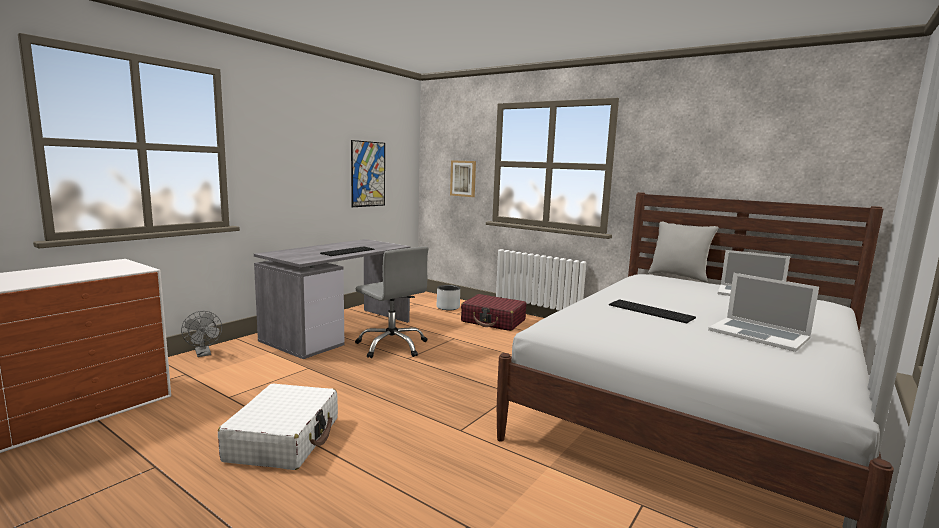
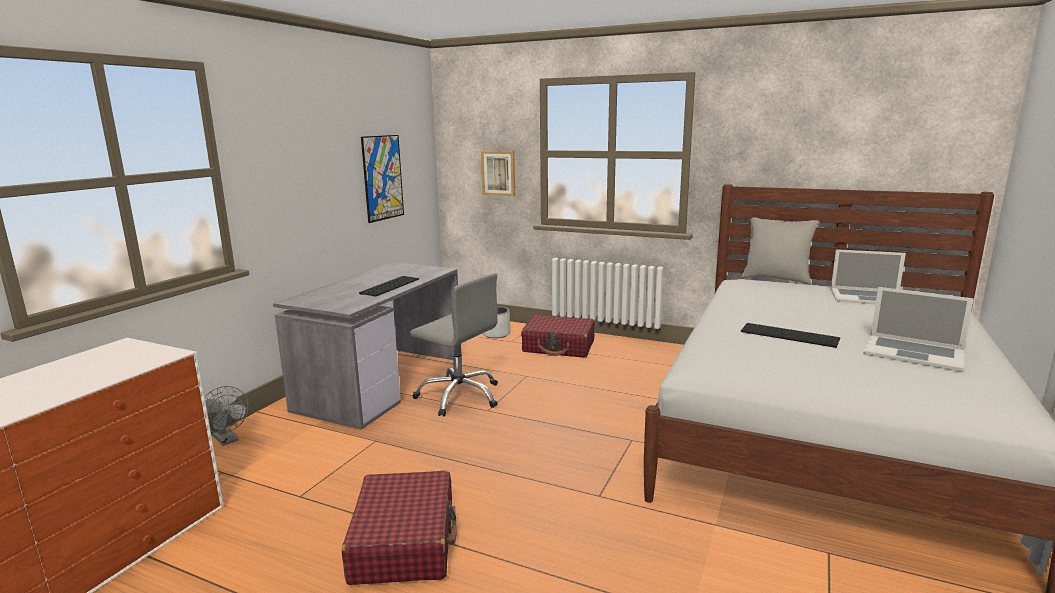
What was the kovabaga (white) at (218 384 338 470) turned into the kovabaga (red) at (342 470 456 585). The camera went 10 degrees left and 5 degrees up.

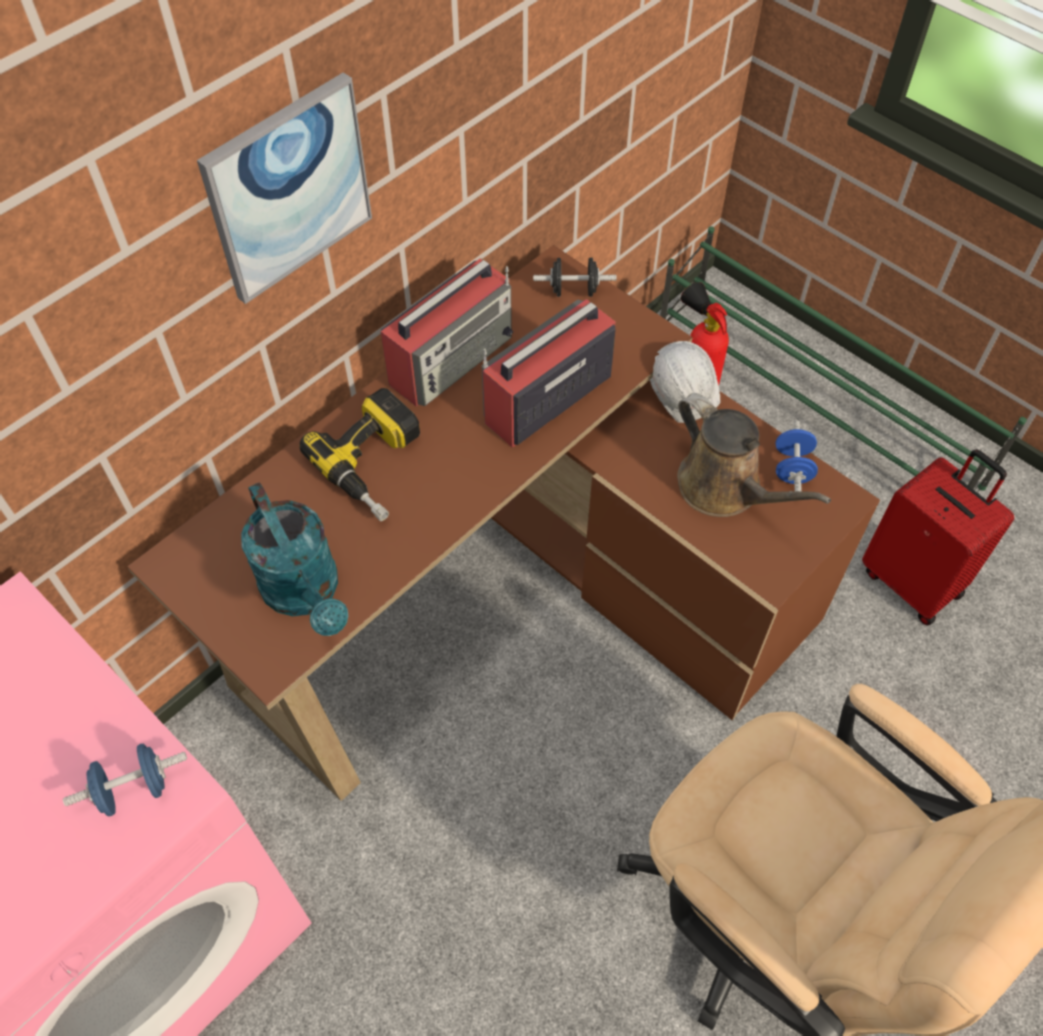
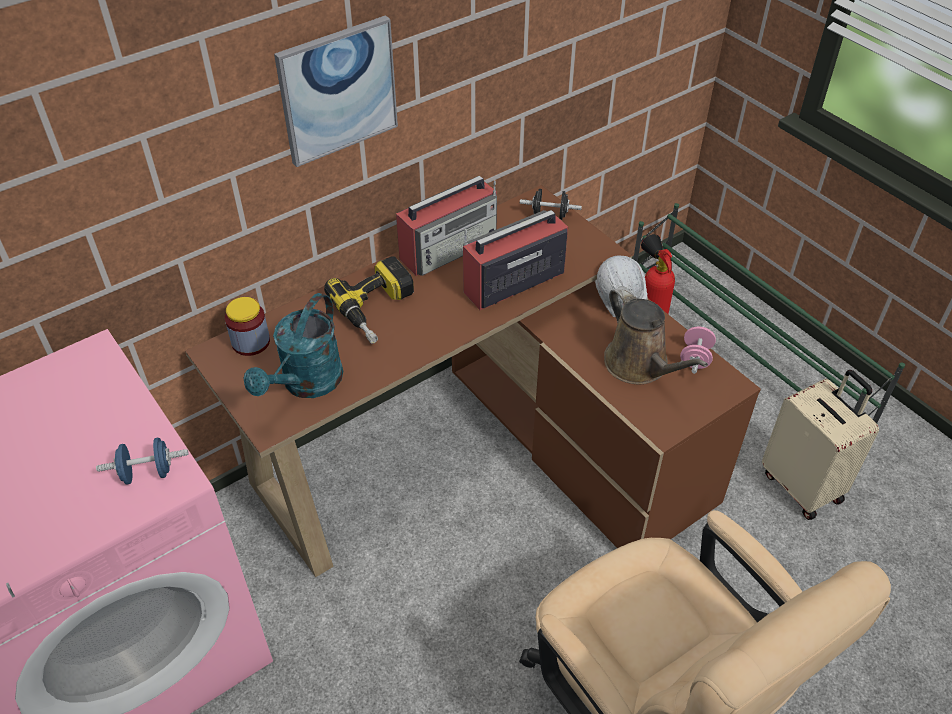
The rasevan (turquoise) at (241 482 348 636) ended up facing another way, 45 degrees clockwise from before. What was the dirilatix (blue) at (775 420 818 492) turned into the dirilatix (pink) at (680 323 716 374). What was the kovabaga (red) at (862 449 1014 626) turned into the kovabaga (beige) at (762 370 879 520). The second view gained the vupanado at (225 297 270 356). The camera went 10 degrees right and 10 degrees down.

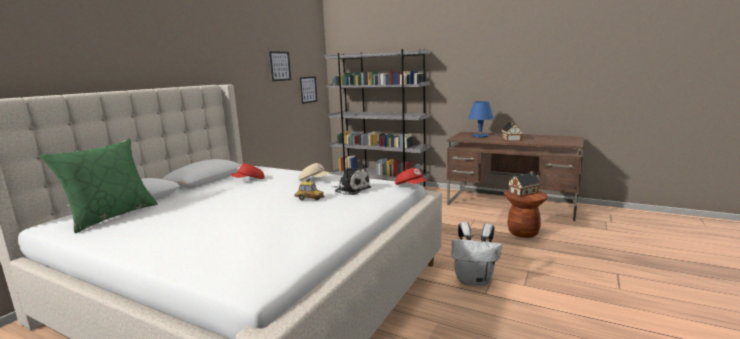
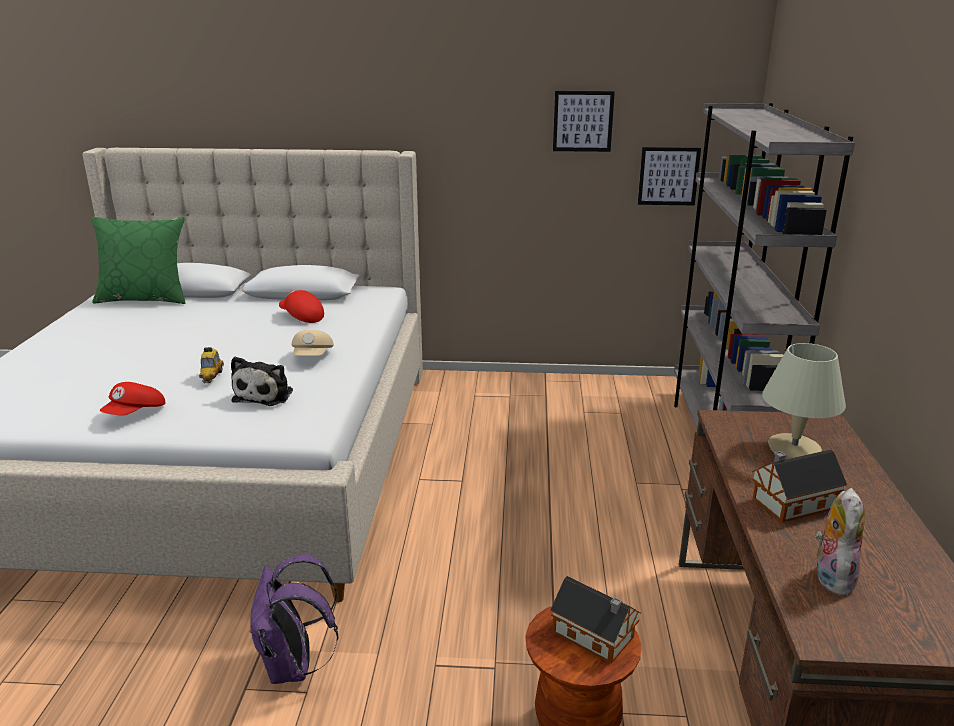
The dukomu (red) ended up elsewhere, having gone from (395 168 427 185) to (100 382 166 415). What was the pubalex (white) at (452 222 502 286) turned into the pubalex (purple) at (250 554 338 684). What was the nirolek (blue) at (468 101 494 138) turned into the nirolek (beige) at (762 343 846 459). The second view gained the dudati at (815 488 865 596). The camera went 65 degrees right and 10 degrees up.

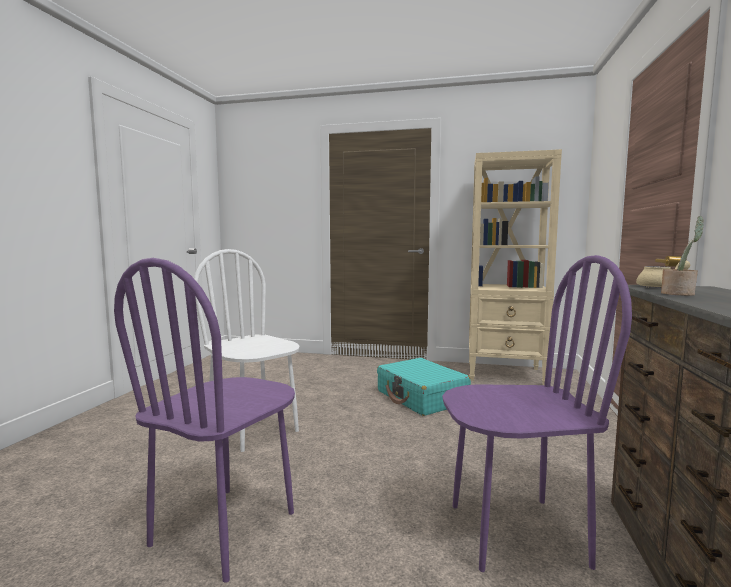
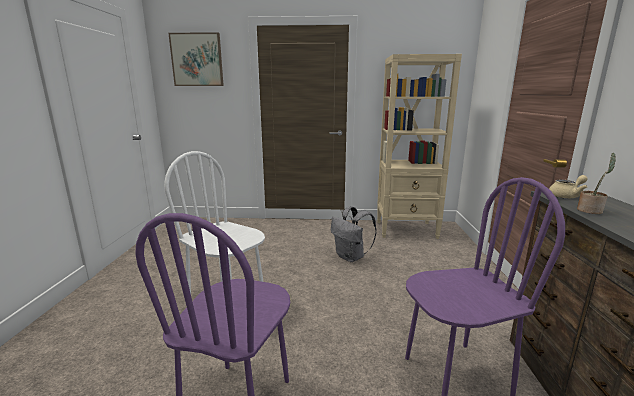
Where the kovabaga (turquoise) stood at (377 358 471 416), the pubalex (grey) came to stand at (331 206 377 262). The second view gained the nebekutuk at (168 32 224 86). The camera went 10 degrees left and 10 degrees up.

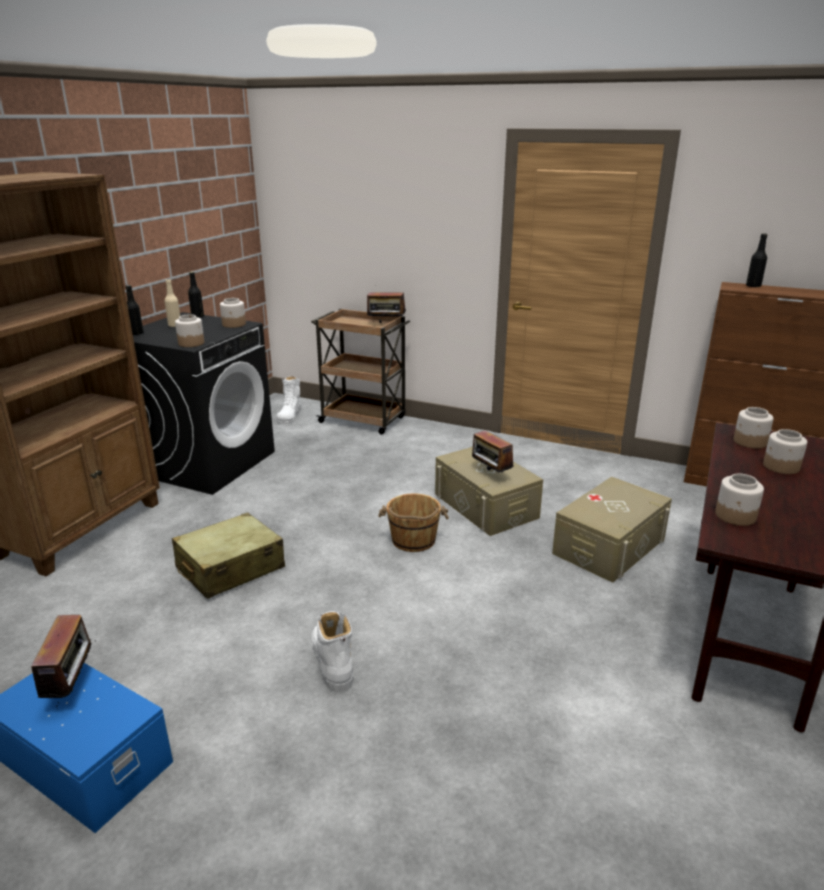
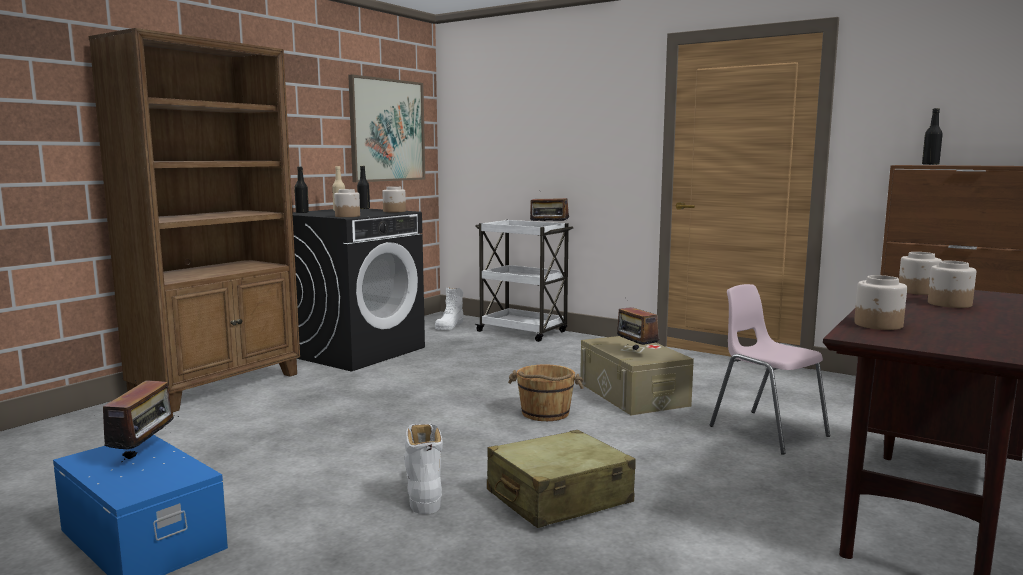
The kovabaga (beige) ended up elsewhere, having gone from (172 512 285 599) to (487 430 636 528). What was the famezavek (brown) at (311 308 410 435) turned into the famezavek (white) at (474 220 573 342). Where the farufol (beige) stood at (552 477 672 583), the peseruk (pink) came to stand at (710 284 830 455). The second view gained the nebekutuk at (348 74 425 182). The camera went 10 degrees right and 15 degrees down.

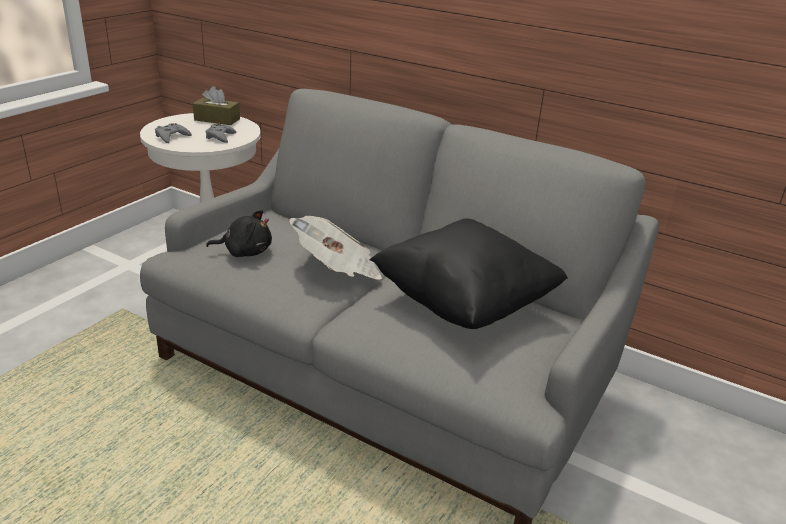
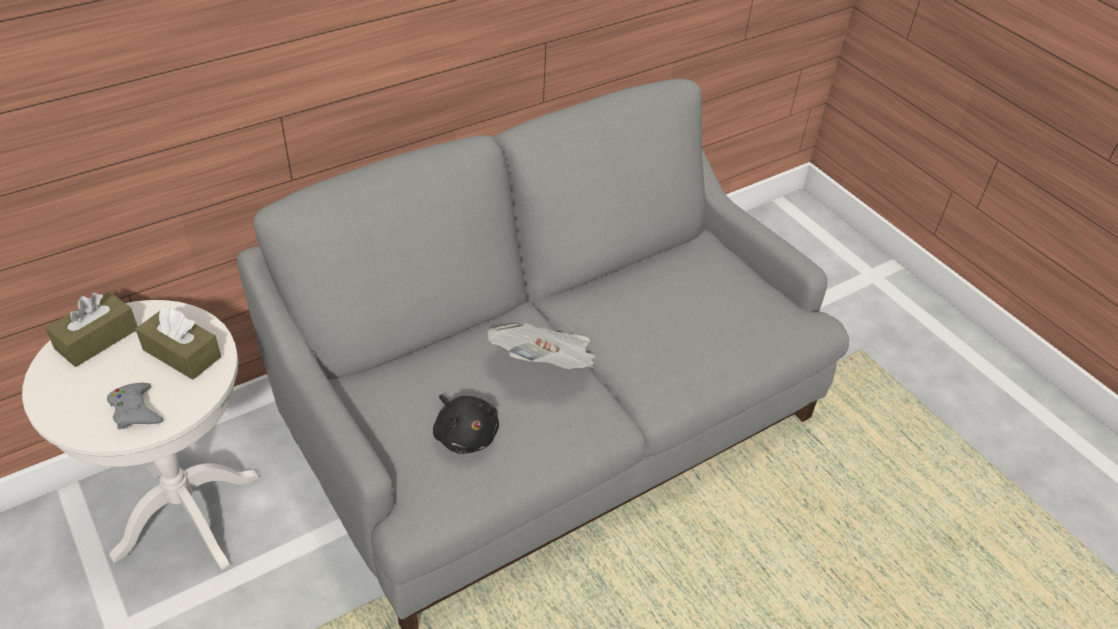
Where the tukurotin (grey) stood at (206 123 237 143), the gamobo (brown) came to stand at (136 307 221 380). The dudati (black) at (206 210 272 257) ended up facing another way, 120 degrees clockwise from before. The second view lost the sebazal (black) at (370 218 568 329). The camera went 65 degrees left and 15 degrees up.

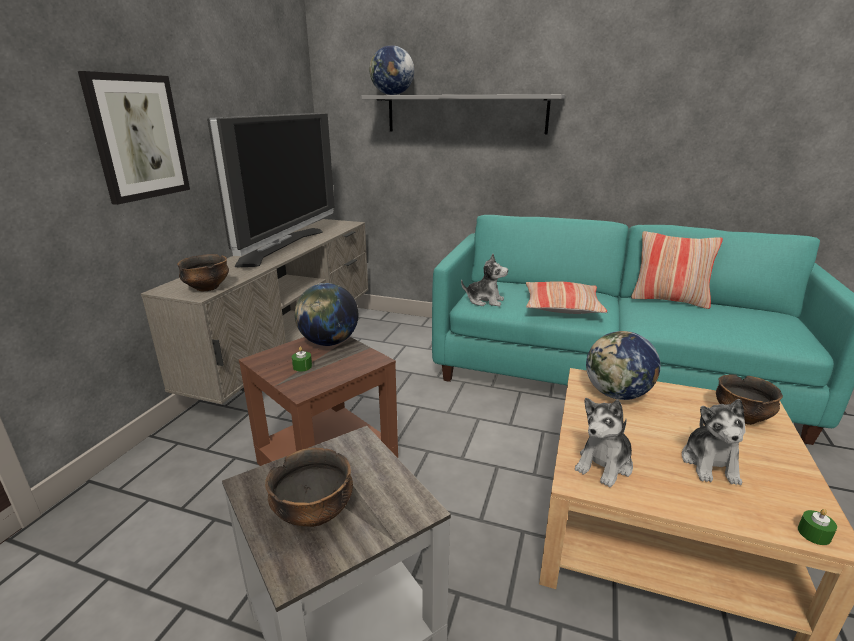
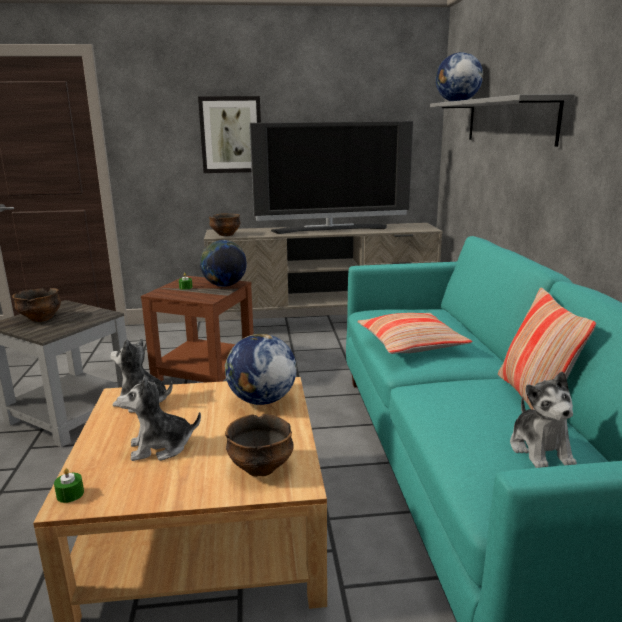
The dudati ended up elsewhere, having gone from (461 254 508 307) to (510 371 577 468). The camera went 65 degrees right and 5 degrees down.

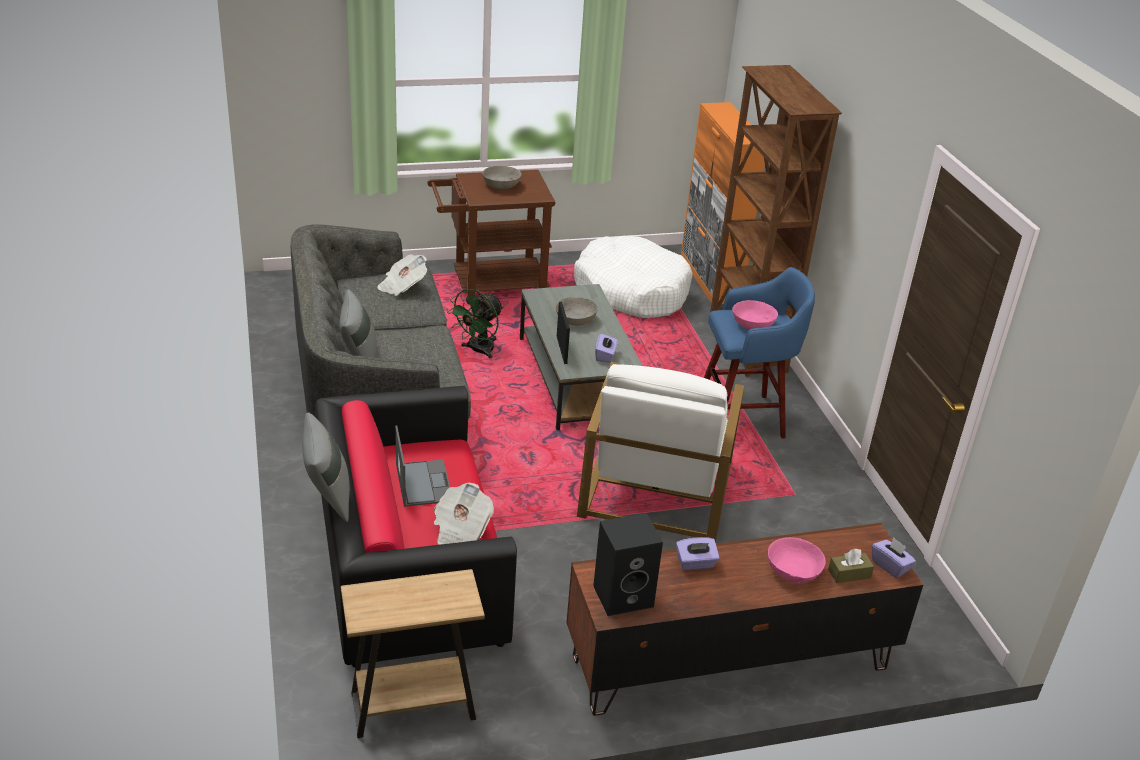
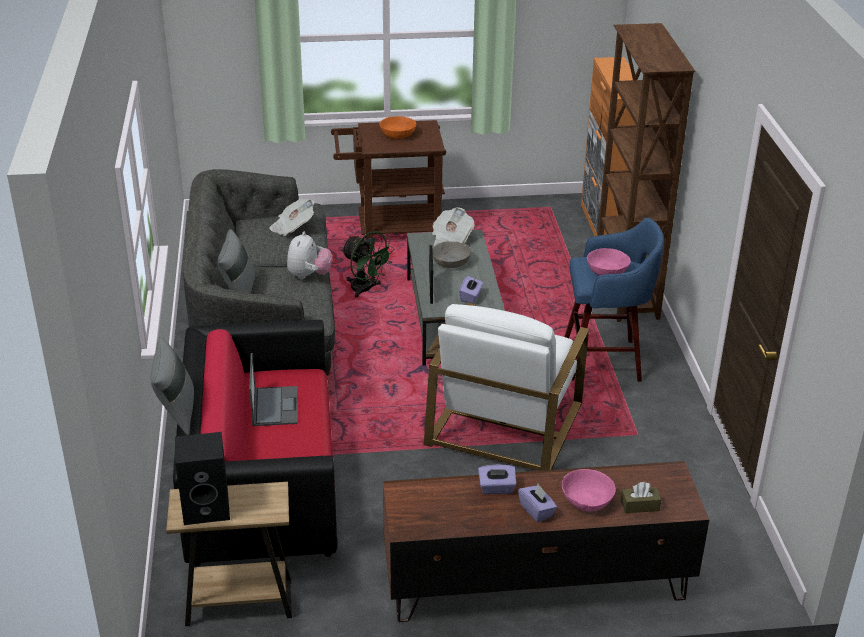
The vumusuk ended up elsewhere, having gone from (434 483 494 545) to (432 207 474 246). The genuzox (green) at (447 289 503 359) ended up facing another way, 90 degrees counterclockwise from before. What was the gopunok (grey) at (482 166 522 190) turned into the gopunok (orange) at (379 116 416 139). The second view lost the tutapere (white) at (574 236 693 318). The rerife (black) ended up elsewhere, having gone from (593 513 663 616) to (175 432 230 525). The gamobo (purple) ended up elsewhere, having gone from (872 537 916 578) to (518 484 557 522). The second view gained the dudati at (287 232 333 280). The camera went 10 degrees right and 0 degrees up.

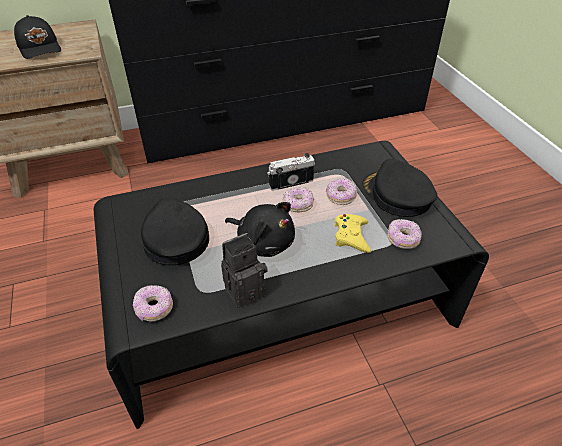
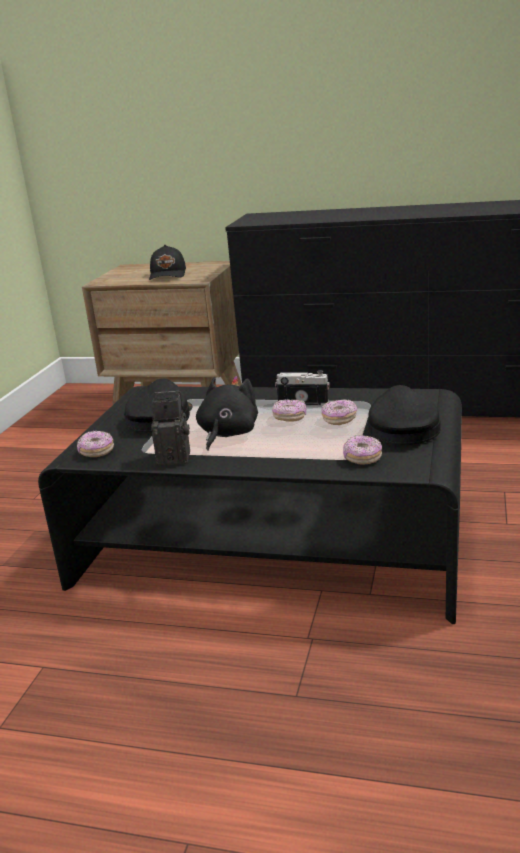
The dudati (black) at (225 202 295 257) ended up facing another way, 135 degrees counterclockwise from before. The second view lost the tukurotin (yellow) at (335 214 371 253). The camera went 35 degrees right and 20 degrees down.

